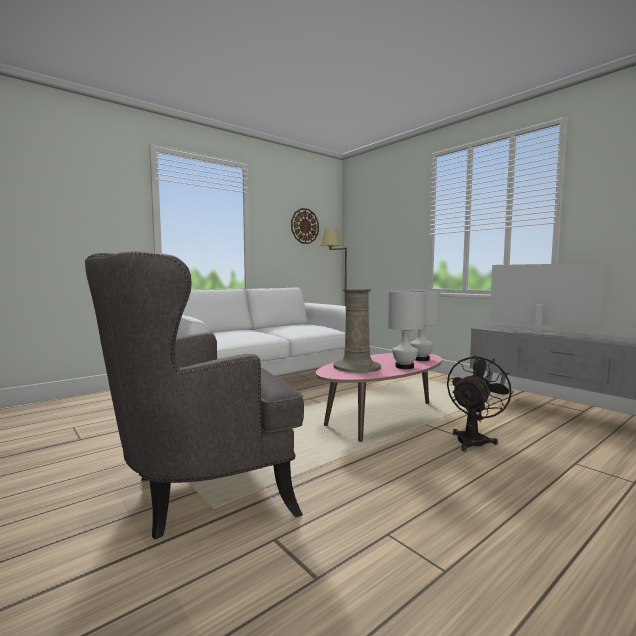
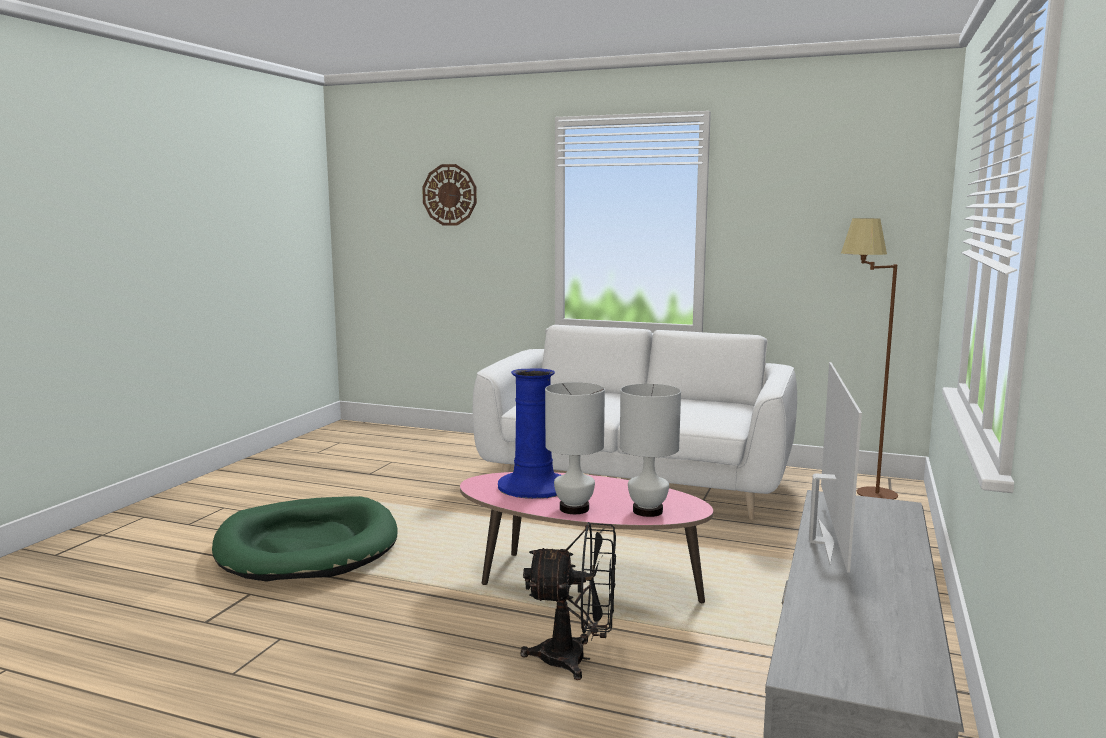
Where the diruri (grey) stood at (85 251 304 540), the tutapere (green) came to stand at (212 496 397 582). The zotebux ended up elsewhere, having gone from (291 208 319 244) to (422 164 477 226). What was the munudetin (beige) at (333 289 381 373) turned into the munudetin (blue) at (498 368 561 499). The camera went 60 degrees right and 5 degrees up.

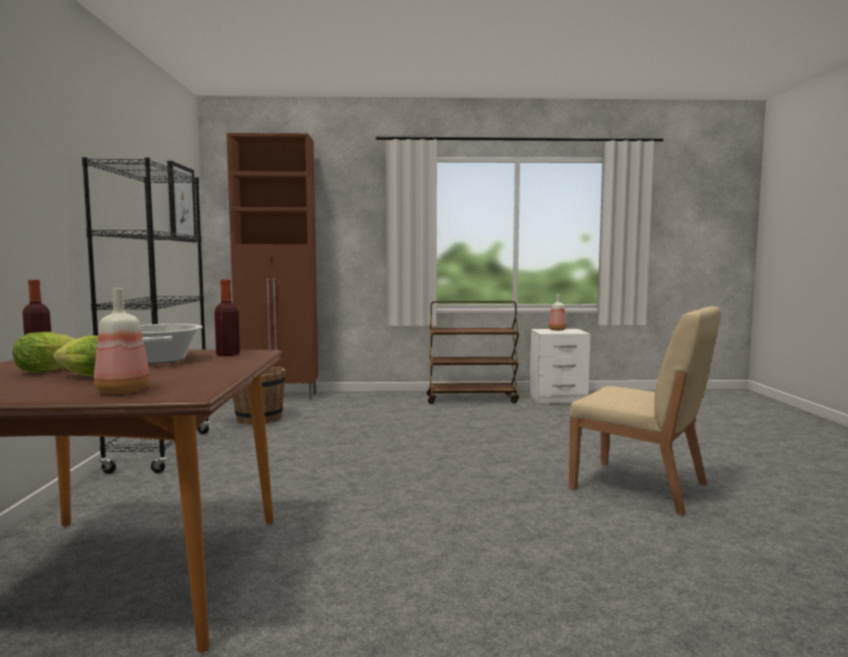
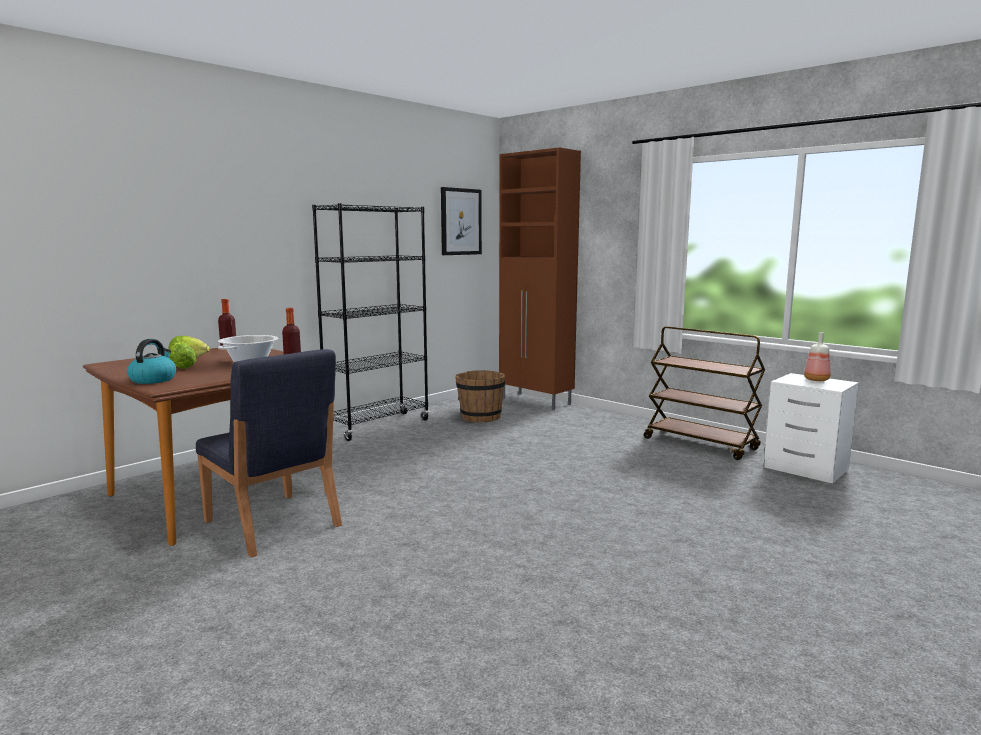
Where the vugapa stood at (94 288 150 394), the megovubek came to stand at (127 339 176 384). The second view lost the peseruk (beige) at (569 306 721 516). The second view gained the peseruk (blue) at (196 349 342 558). The camera went 45 degrees right and 5 degrees up.

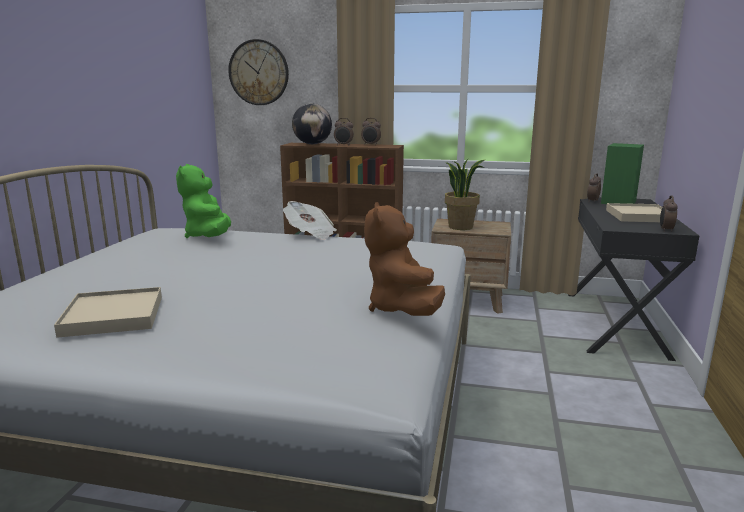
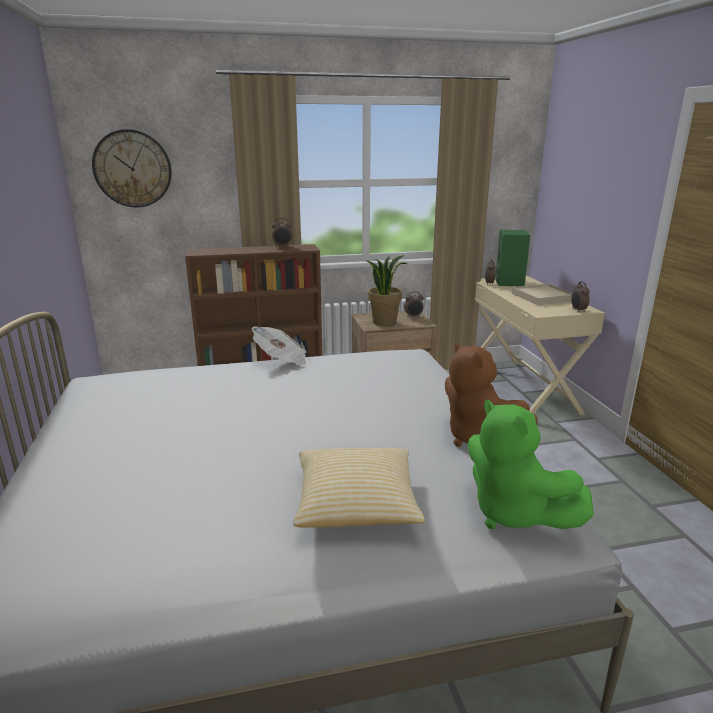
The second view lost the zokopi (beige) at (54 287 162 338). The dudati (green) ended up elsewhere, having gone from (176 164 231 238) to (468 399 594 529). The second view lost the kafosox at (292 104 332 144). The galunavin ended up elsewhere, having gone from (334 118 354 146) to (404 291 424 318). What was the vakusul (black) at (568 197 699 361) turned into the vakusul (beige) at (475 276 605 416). The second view gained the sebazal at (293 448 425 528). The camera went 25 degrees left and 5 degrees up.

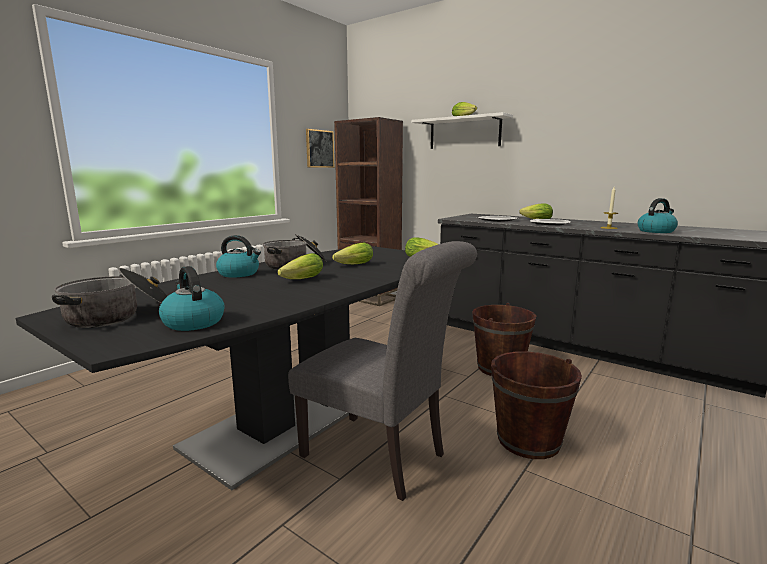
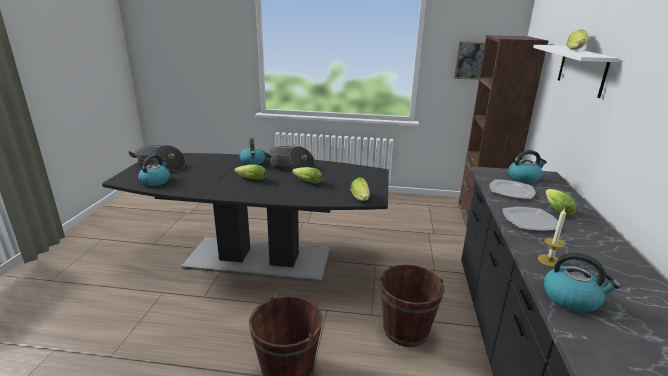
The second view lost the peseruk (grey) at (288 241 477 501). The second view gained the megovubek at (508 150 547 183). The camera went 60 degrees right and 10 degrees up.

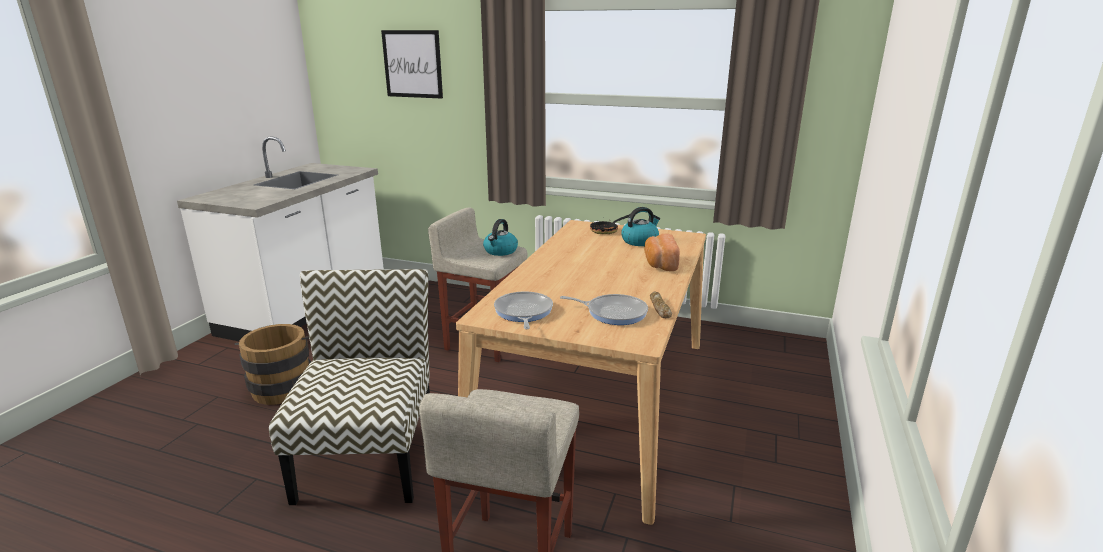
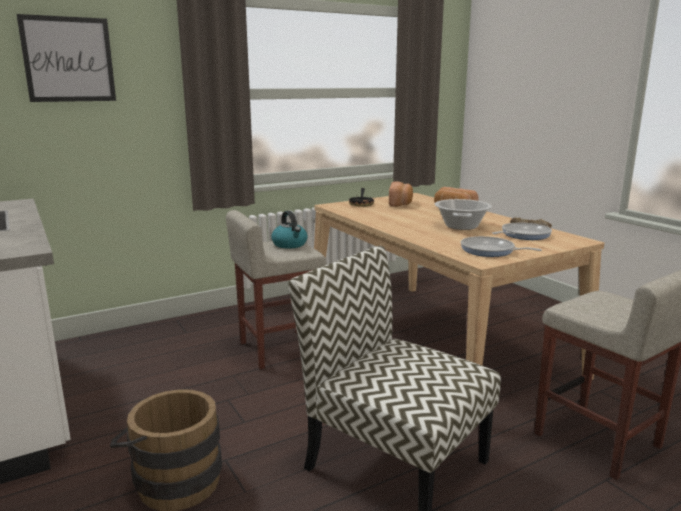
Where the megovubek stood at (621 207 660 246), the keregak came to stand at (389 182 413 207). The second view gained the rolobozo at (435 199 492 230). The camera went 50 degrees left and 5 degrees down.

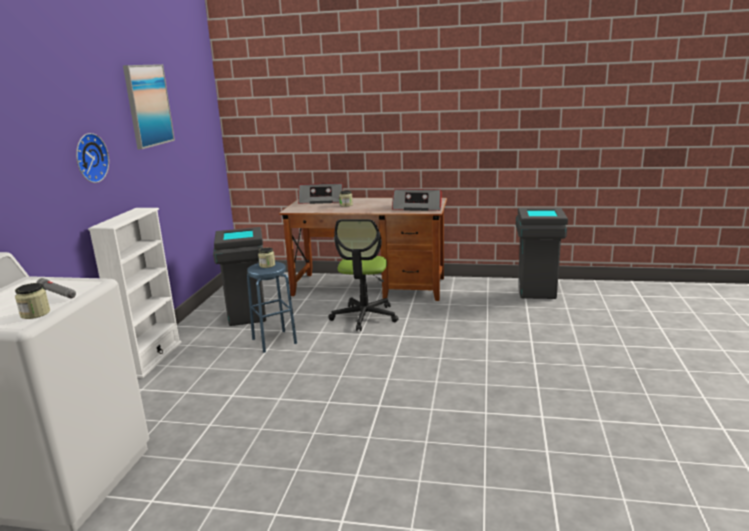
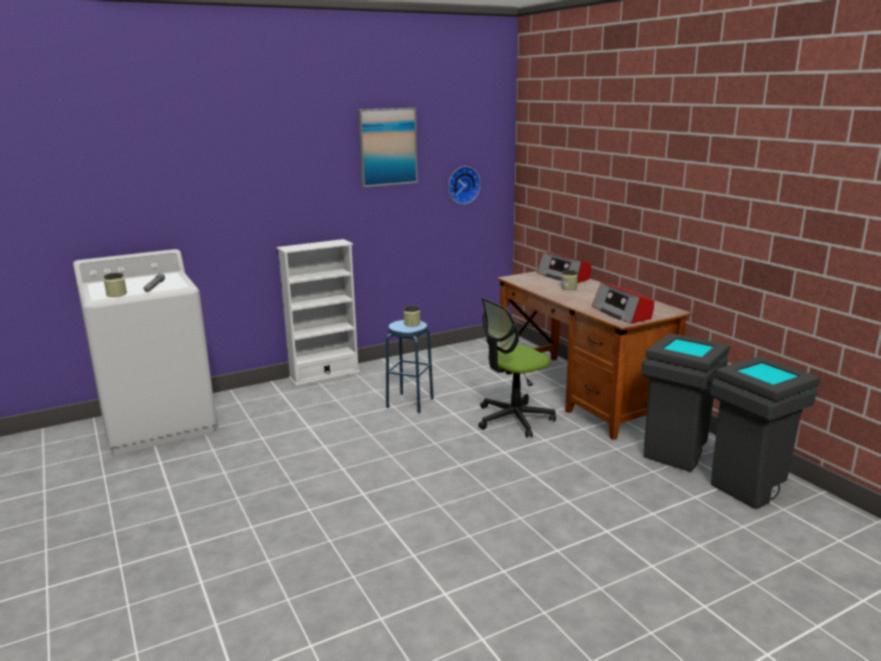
The zotebux ended up elsewhere, having gone from (76 133 109 183) to (448 166 481 204). The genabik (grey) ended up elsewhere, having gone from (213 227 266 326) to (642 333 730 472). The camera went 50 degrees right and 0 degrees up.

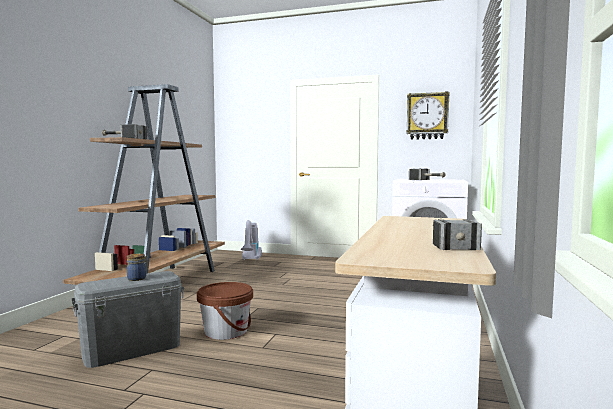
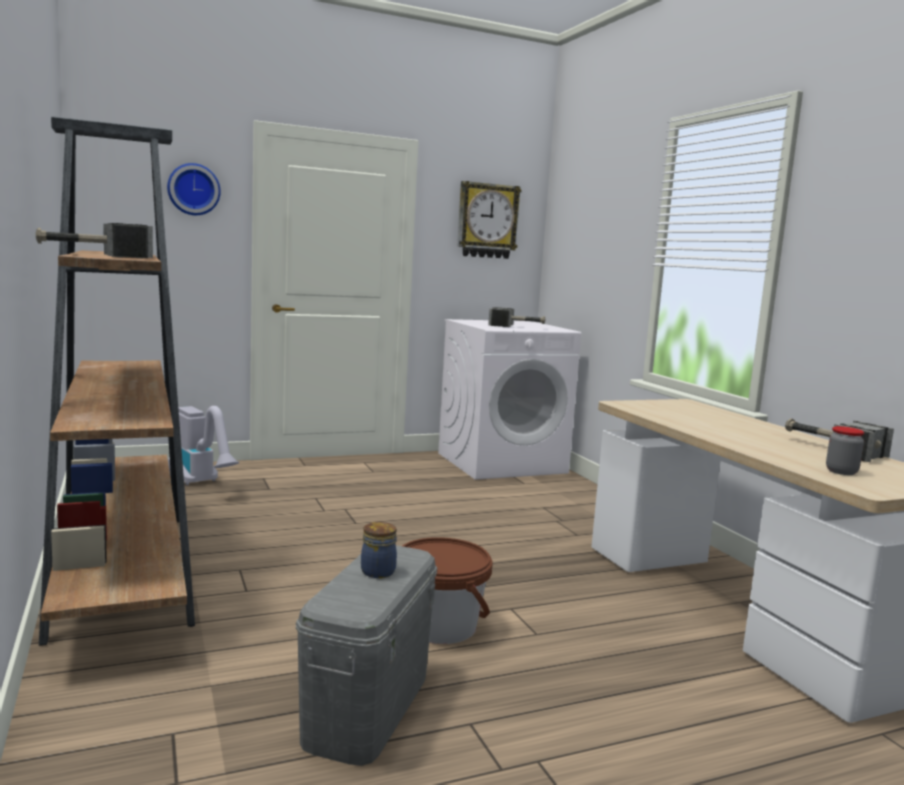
The second view gained the zotebux at (167 163 221 215). The second view gained the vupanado at (826 426 864 475). The camera went 40 degrees left and 5 degrees up.

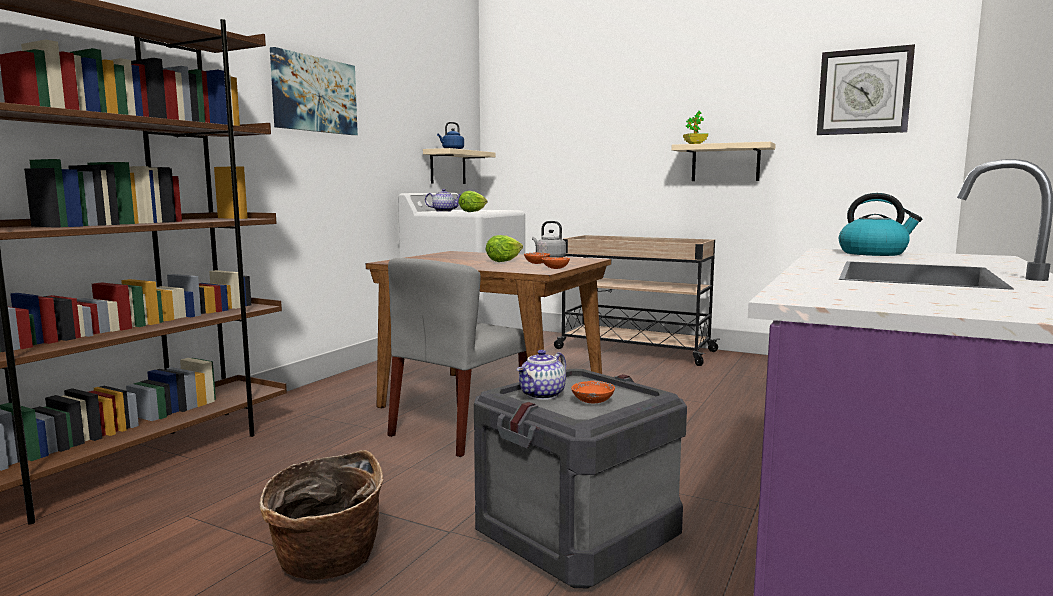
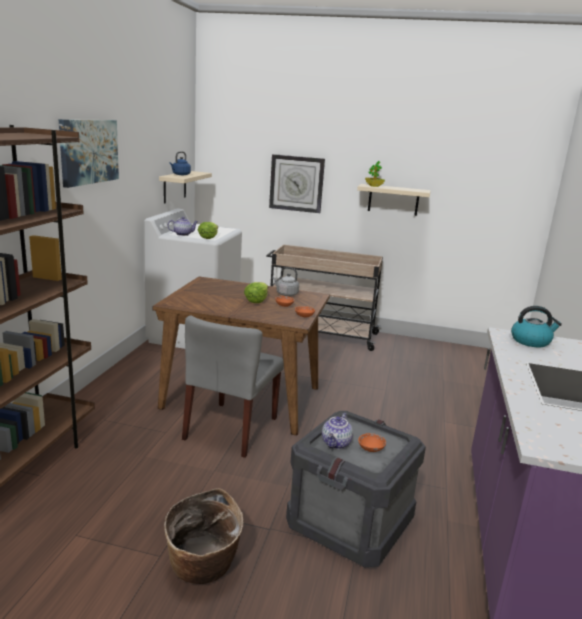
The zotebux ended up elsewhere, having gone from (817 44 915 135) to (269 154 325 213). The camera went 15 degrees left and 10 degrees up.

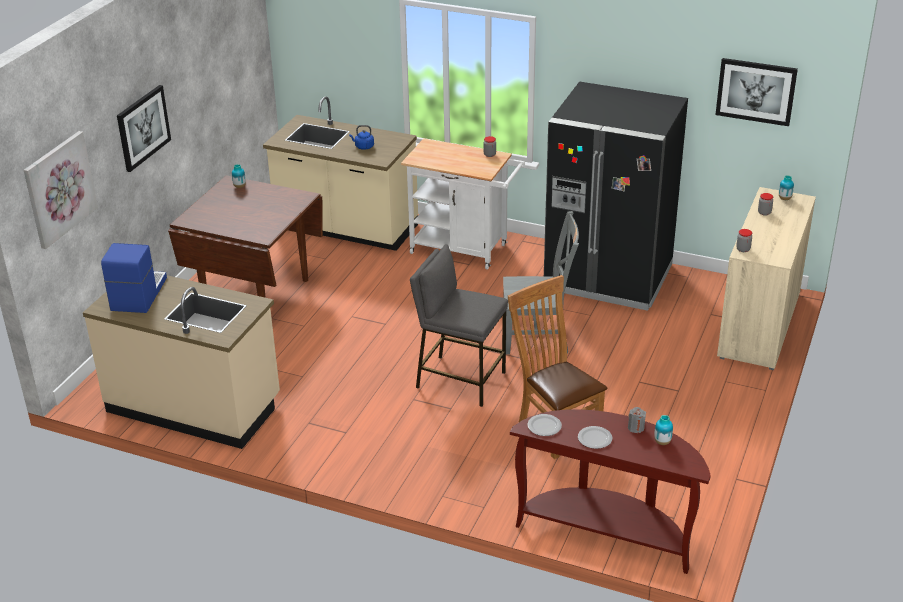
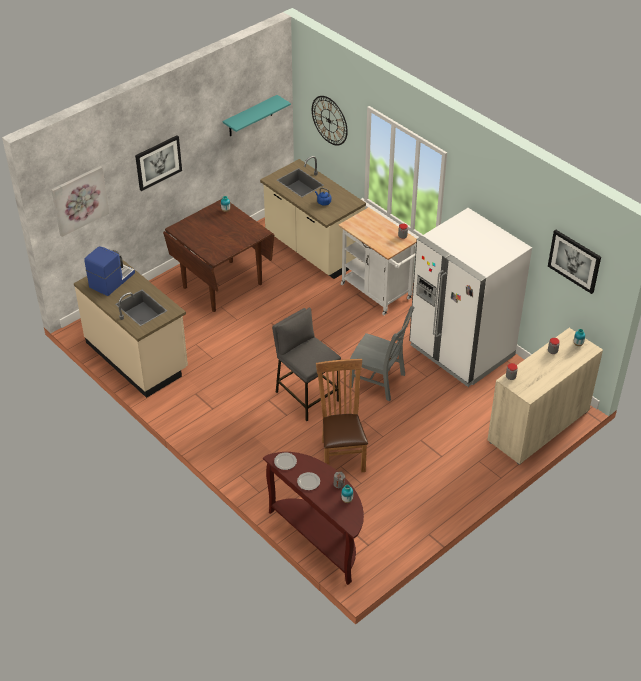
What was the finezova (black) at (544 82 688 311) turned into the finezova (white) at (409 208 532 387). The second view gained the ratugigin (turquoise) at (223 95 291 136). The second view gained the zotebux at (312 96 348 146). The camera went 25 degrees right and 10 degrees up.

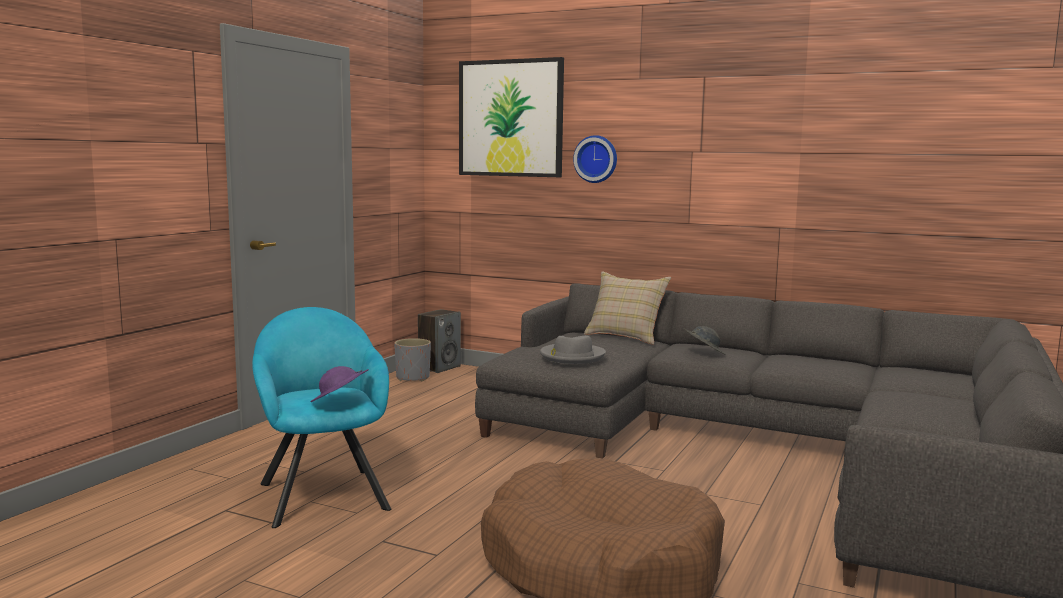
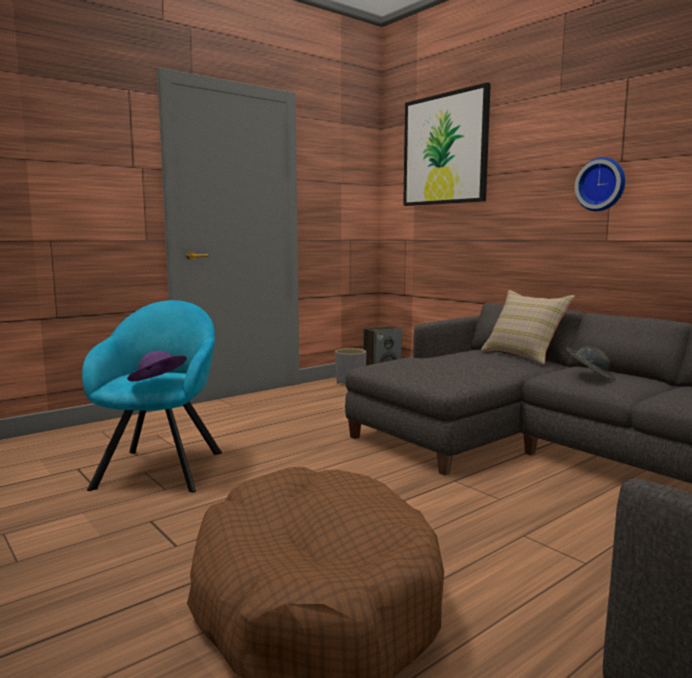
The second view lost the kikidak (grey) at (540 336 606 364). The zotebux ended up elsewhere, having gone from (573 135 617 183) to (575 157 625 211). The camera went 25 degrees right and 0 degrees up.

